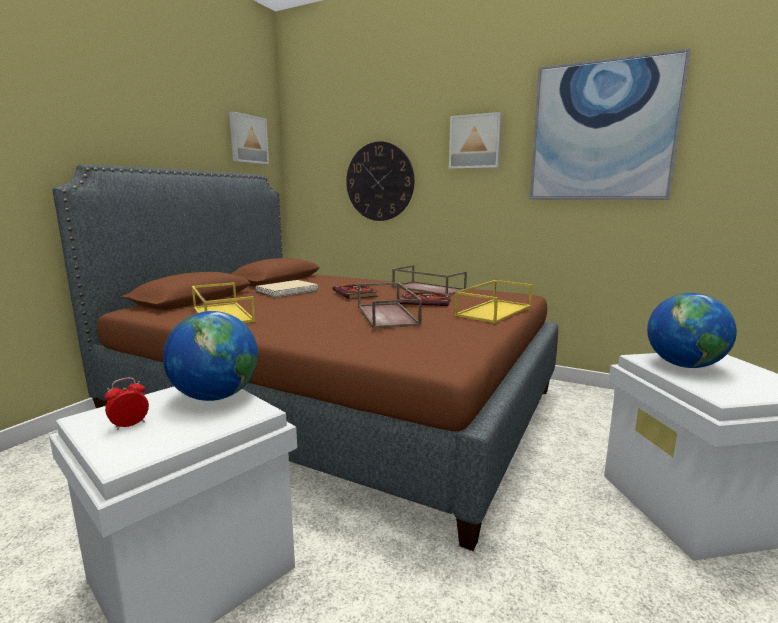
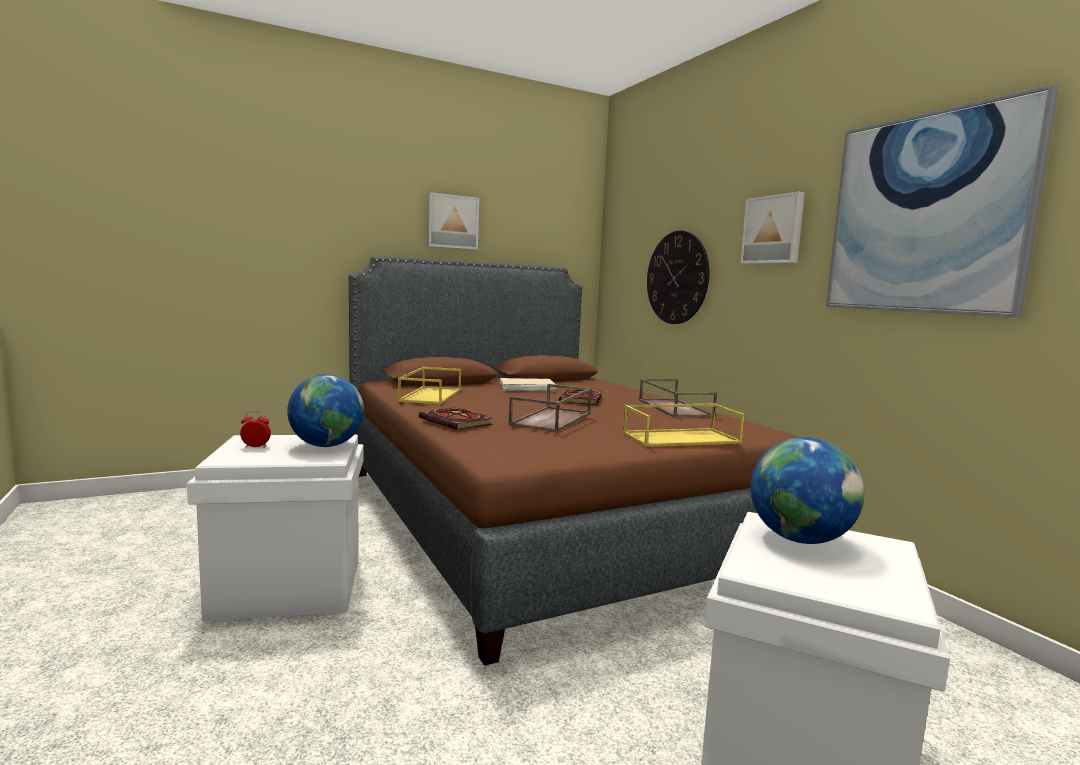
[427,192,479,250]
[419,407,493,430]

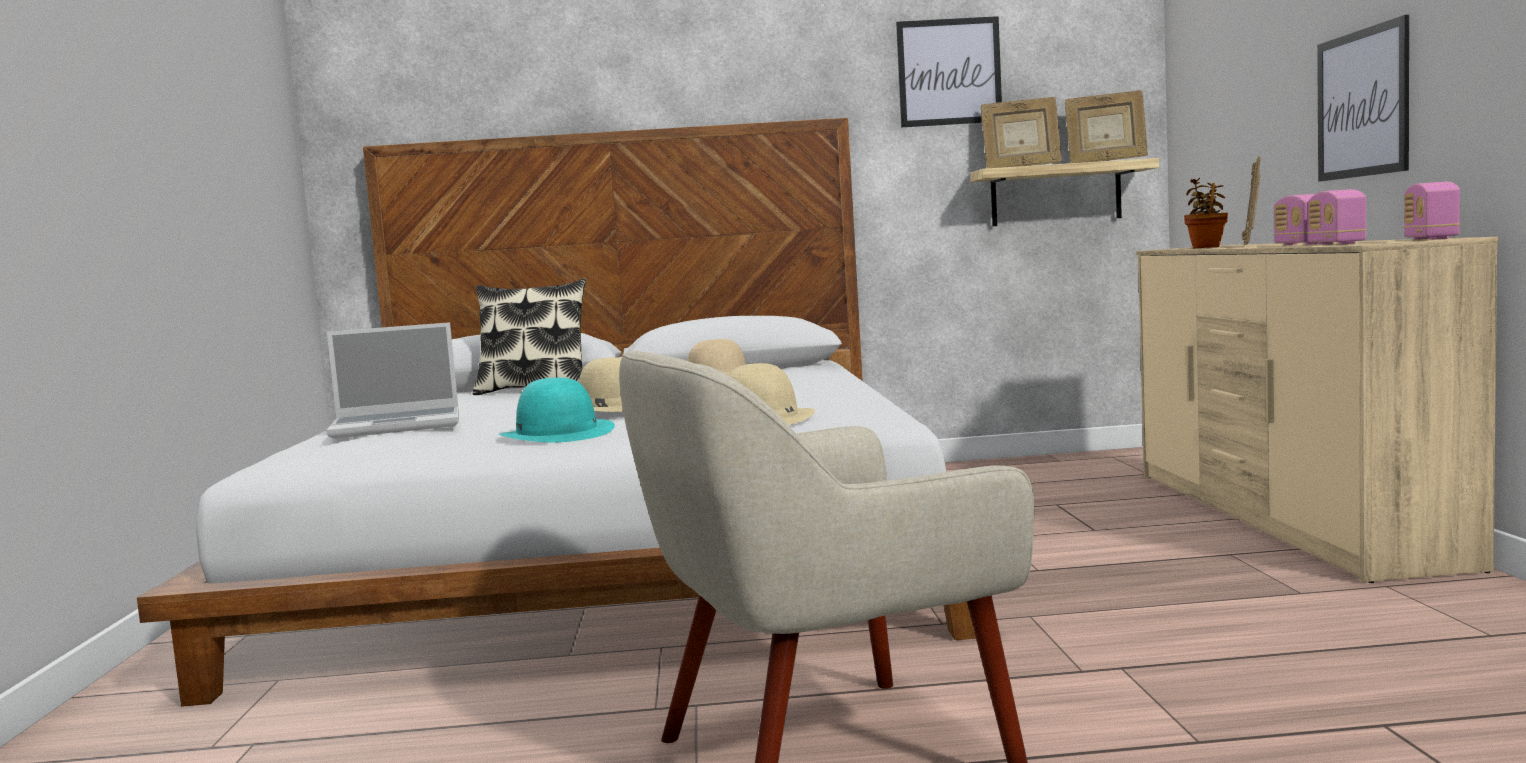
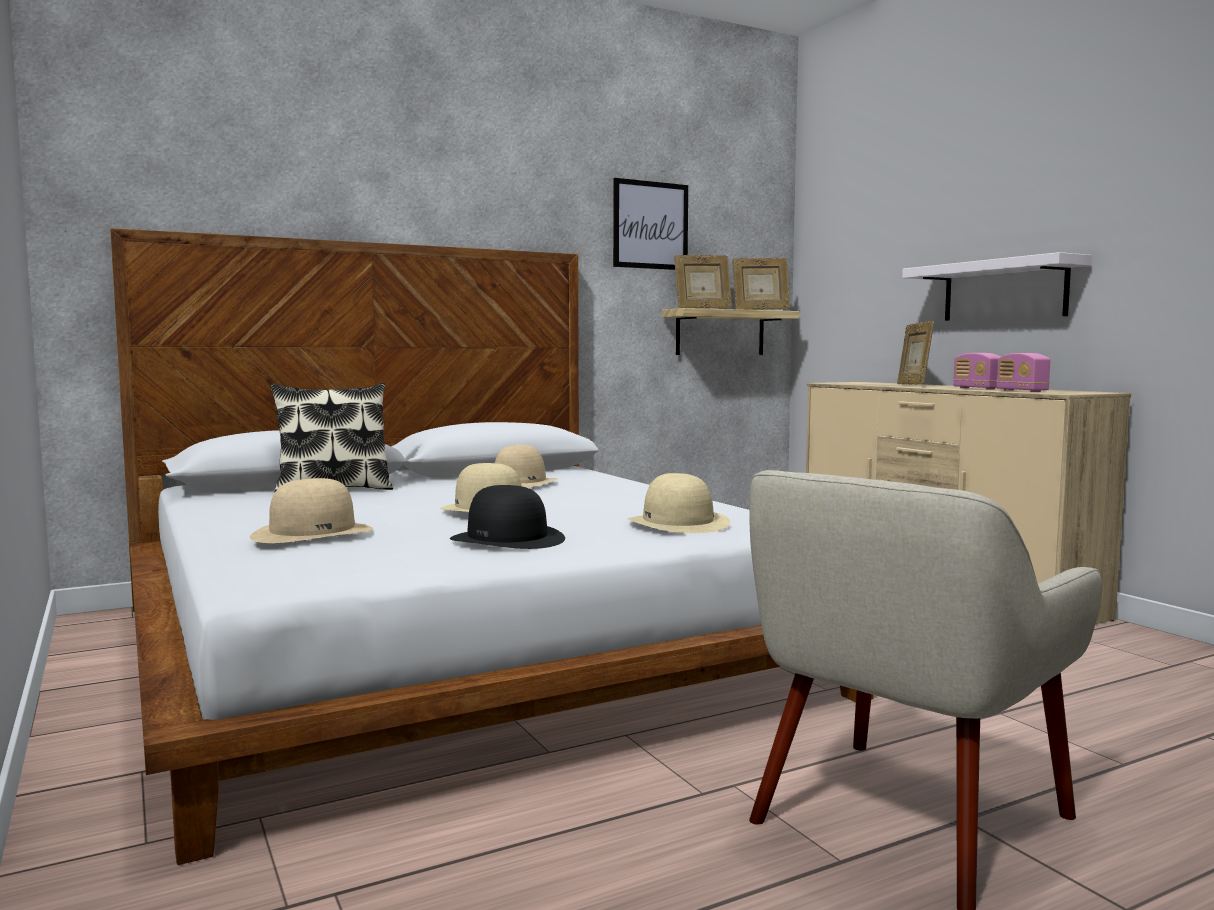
[250,478,373,543]
[450,485,565,549]
[1184,178,1228,248] (first image)
[902,252,1092,321]
[1403,182,1460,240] (first image)

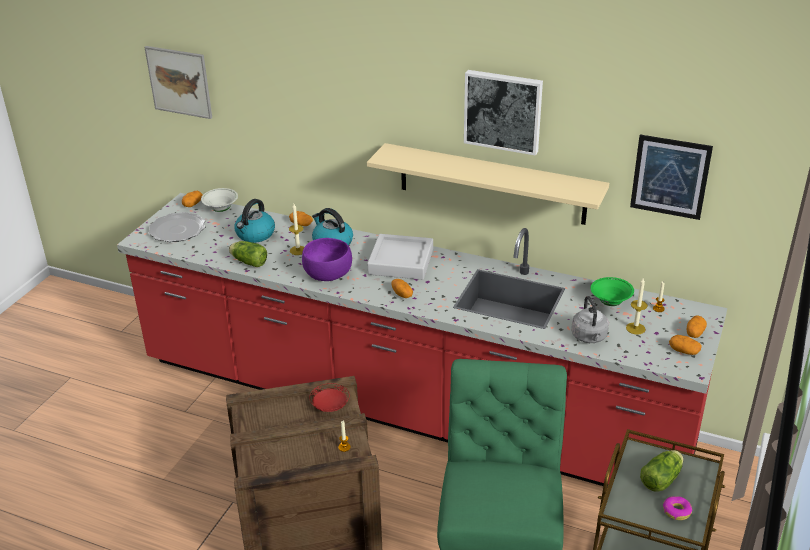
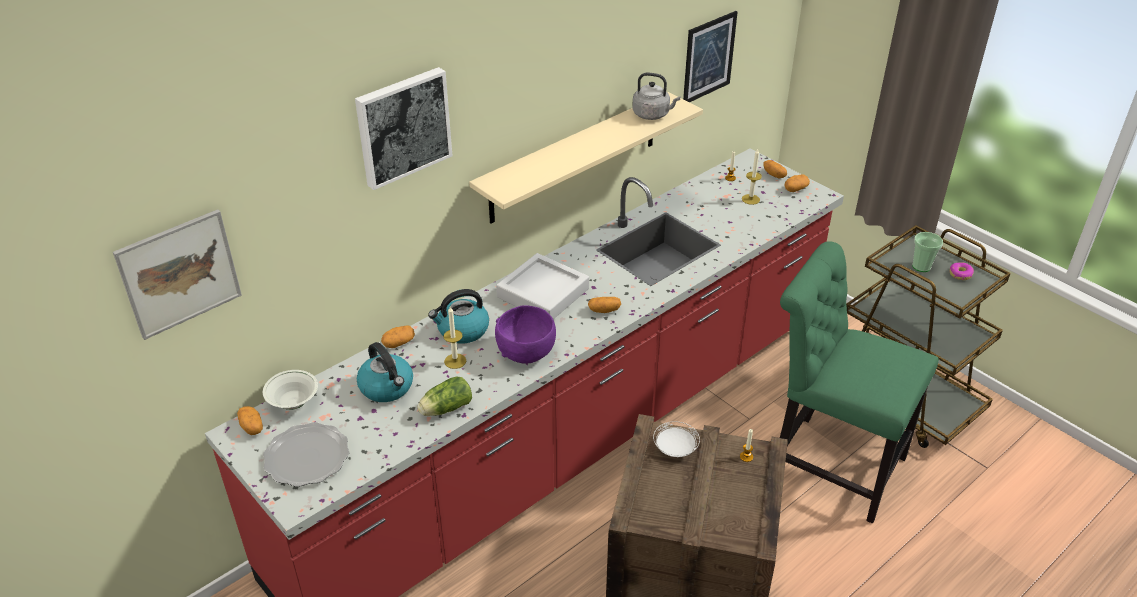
[653,421,700,457]
[355,67,452,190]
[632,73,680,120]
[590,277,634,306] (first image)
[912,232,943,272]

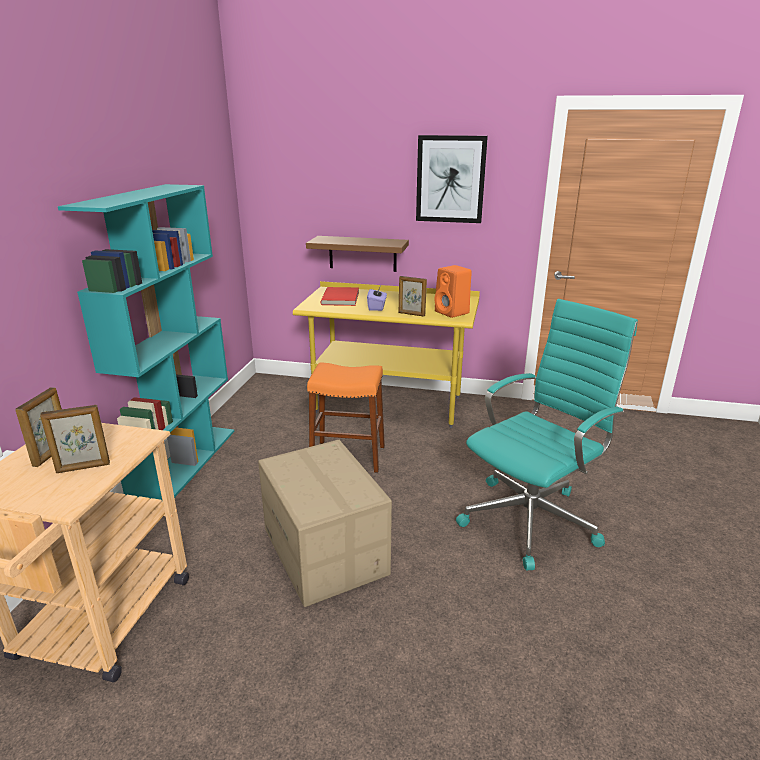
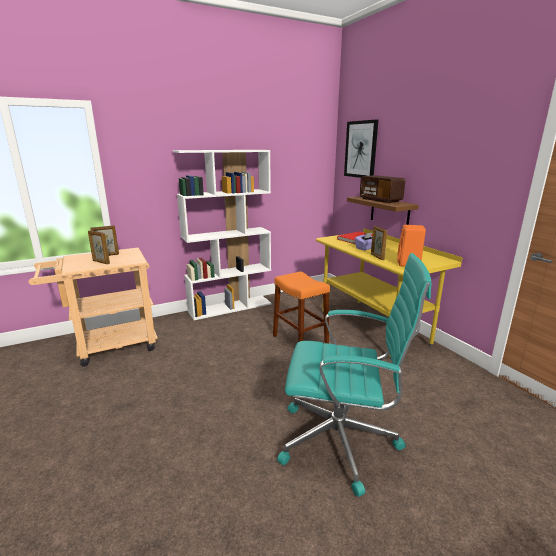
[173,150,271,320]
[258,440,392,607] (first image)
[344,119,378,178]
[360,175,405,203]

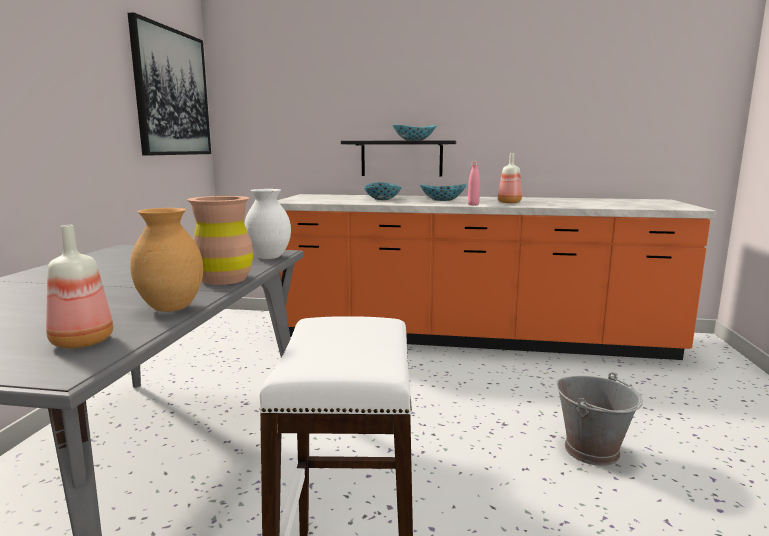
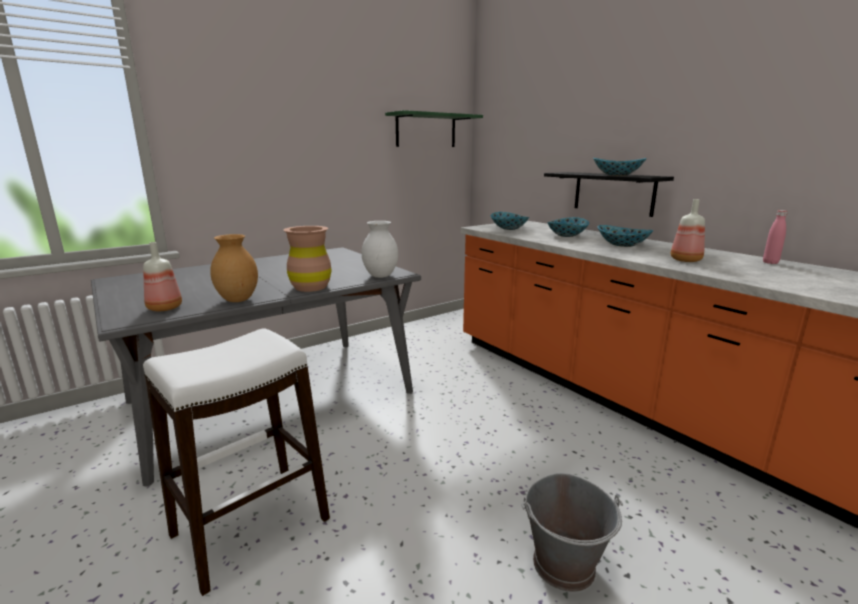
[385,110,483,147]
[763,210,788,264]
[491,212,529,230]

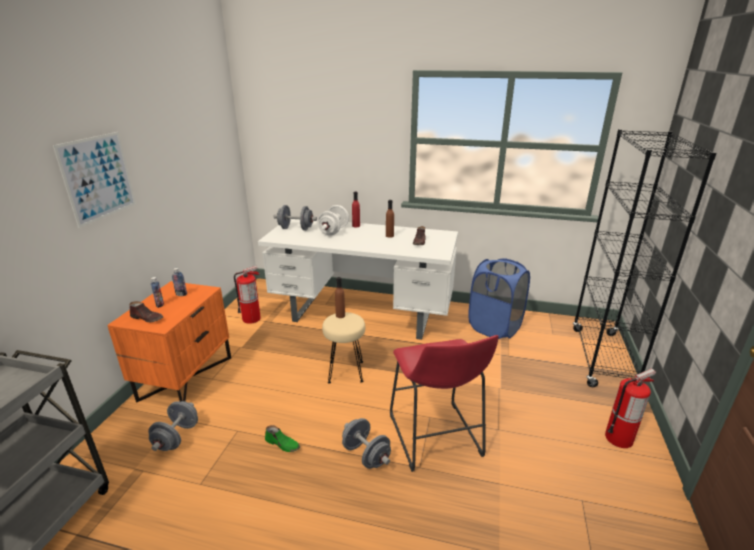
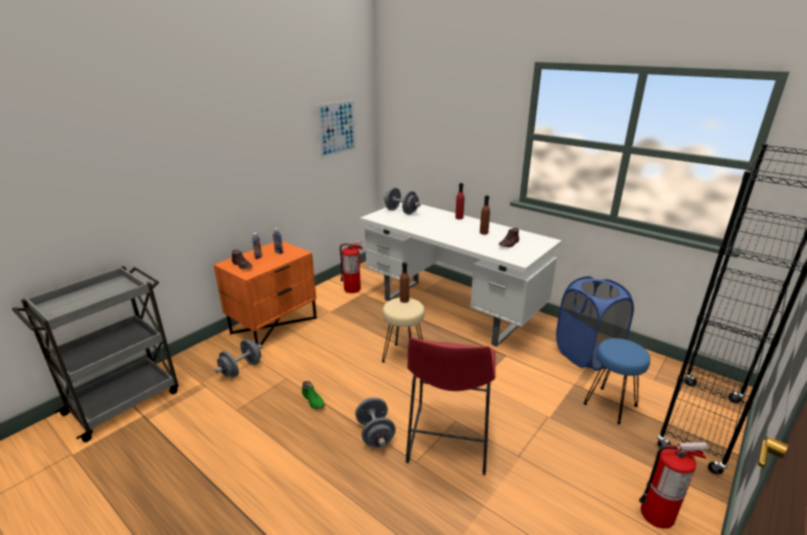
[316,99,357,159]
[317,205,349,236] (first image)
[583,338,650,424]

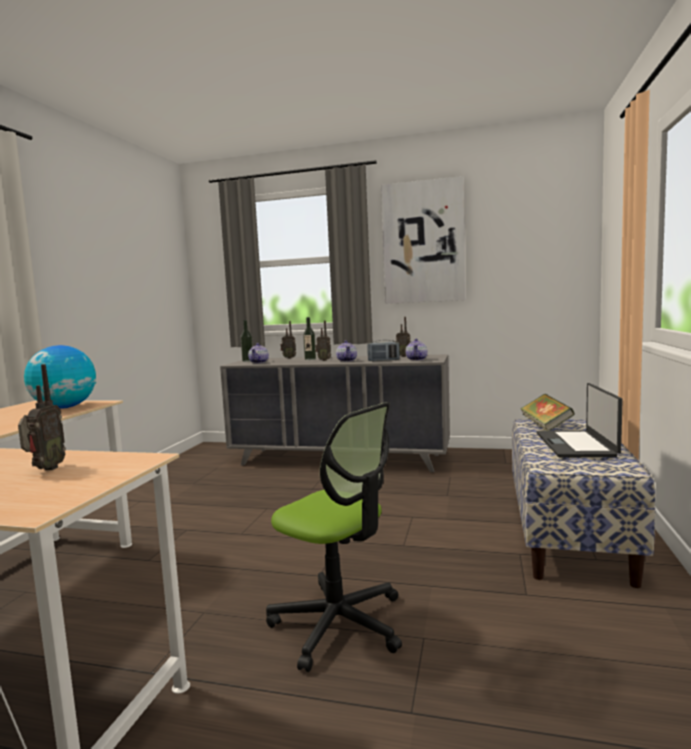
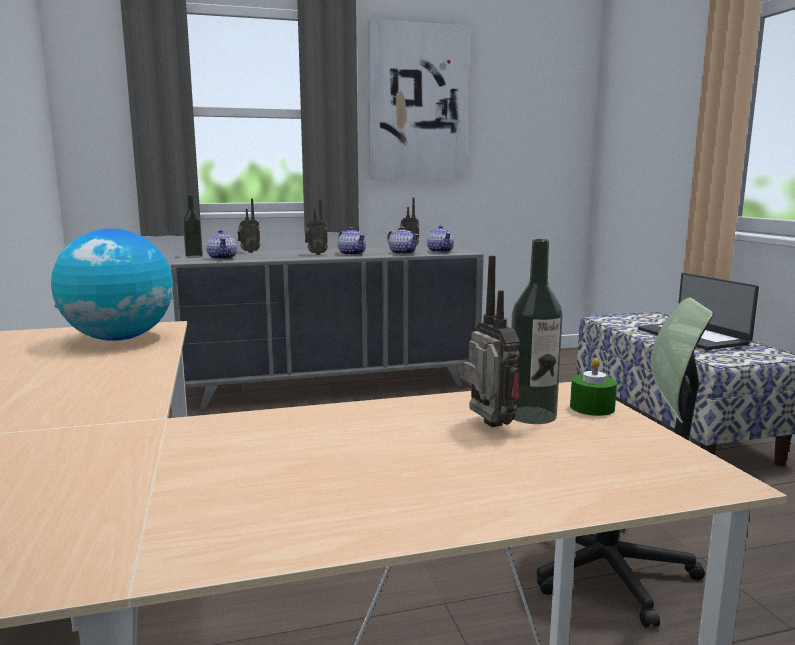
[511,239,563,424]
[387,226,419,255]
[520,394,574,431] (first image)
[570,358,617,416]

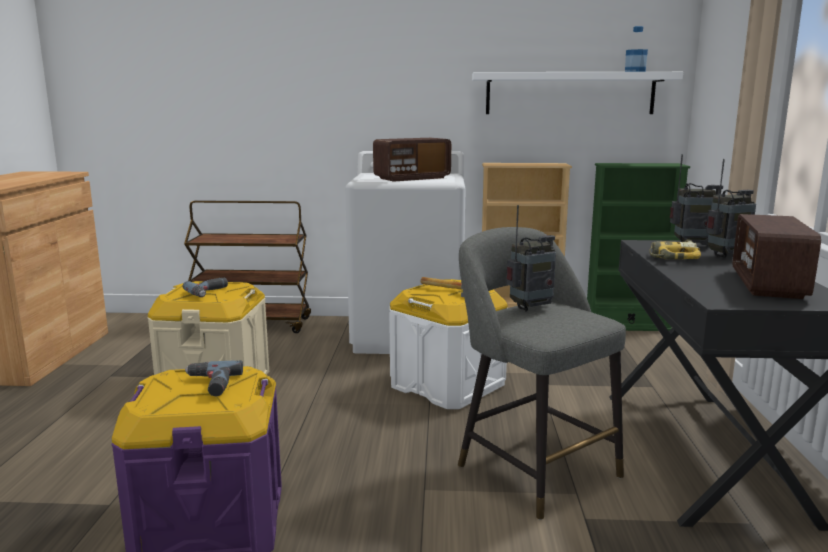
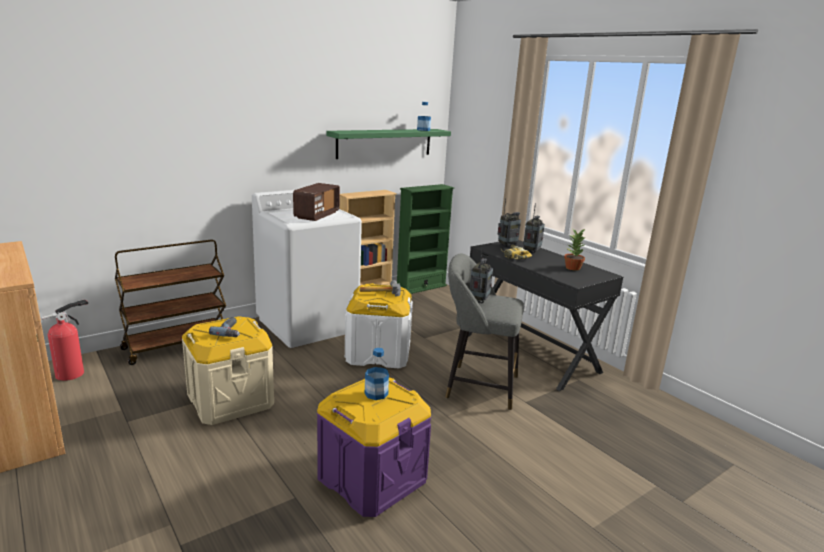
[365,348,389,400]
[327,129,451,159]
[564,229,585,271]
[41,299,88,381]

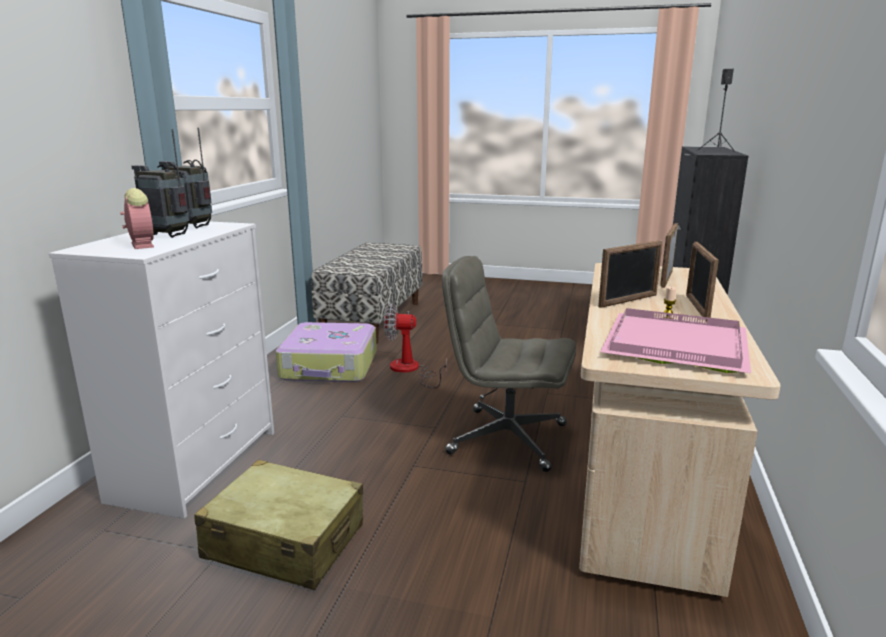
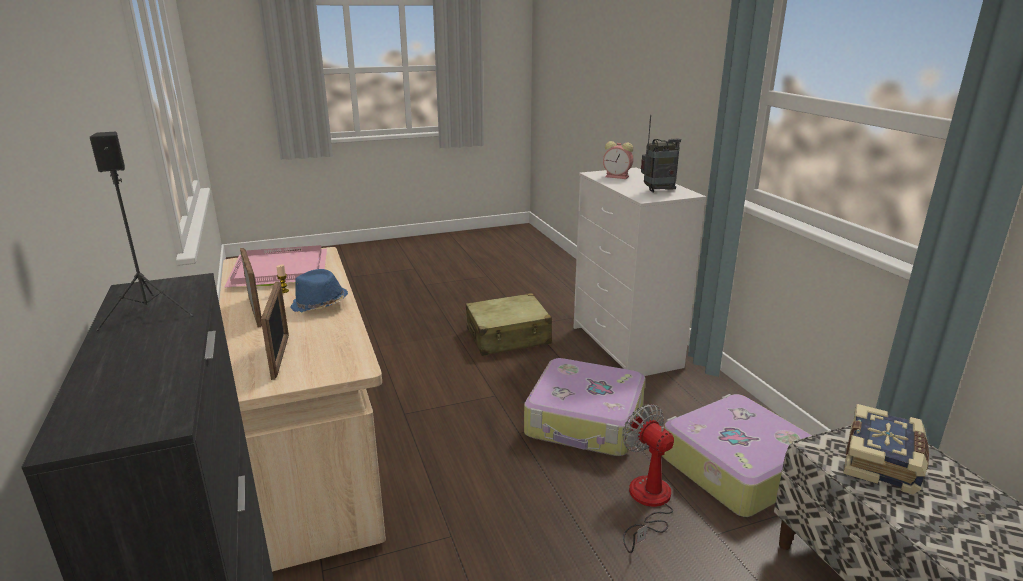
[131,129,189,238] (first image)
[622,404,674,553]
[442,256,576,472] (first image)
[291,269,348,313]
[524,358,645,456]
[843,404,929,495]

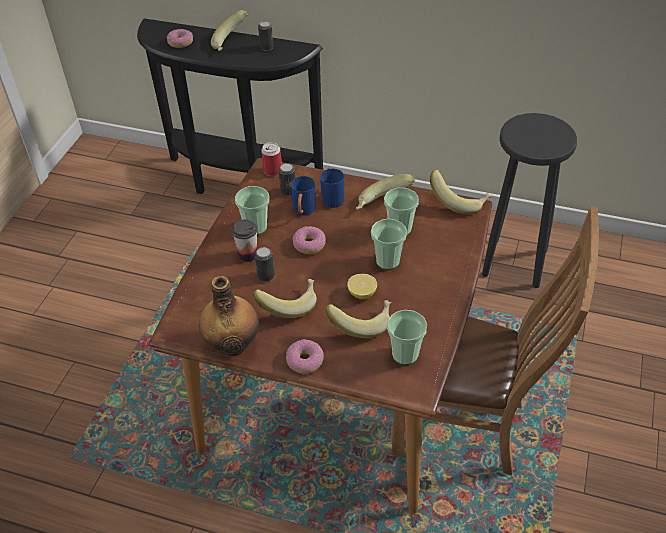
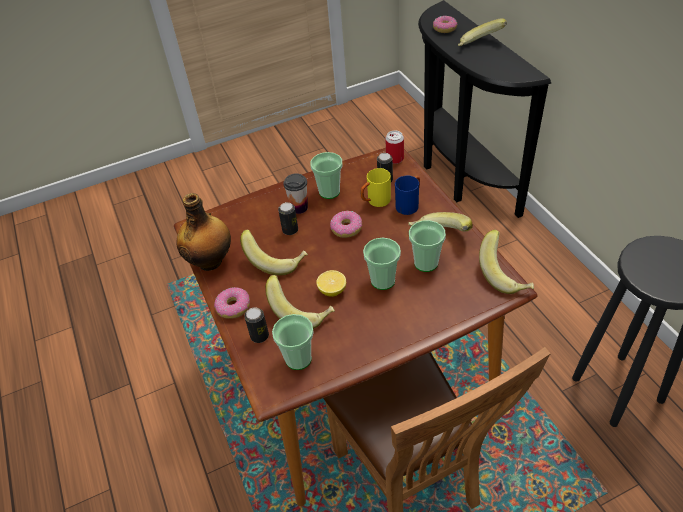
[244,307,269,343]
[361,168,391,207]

